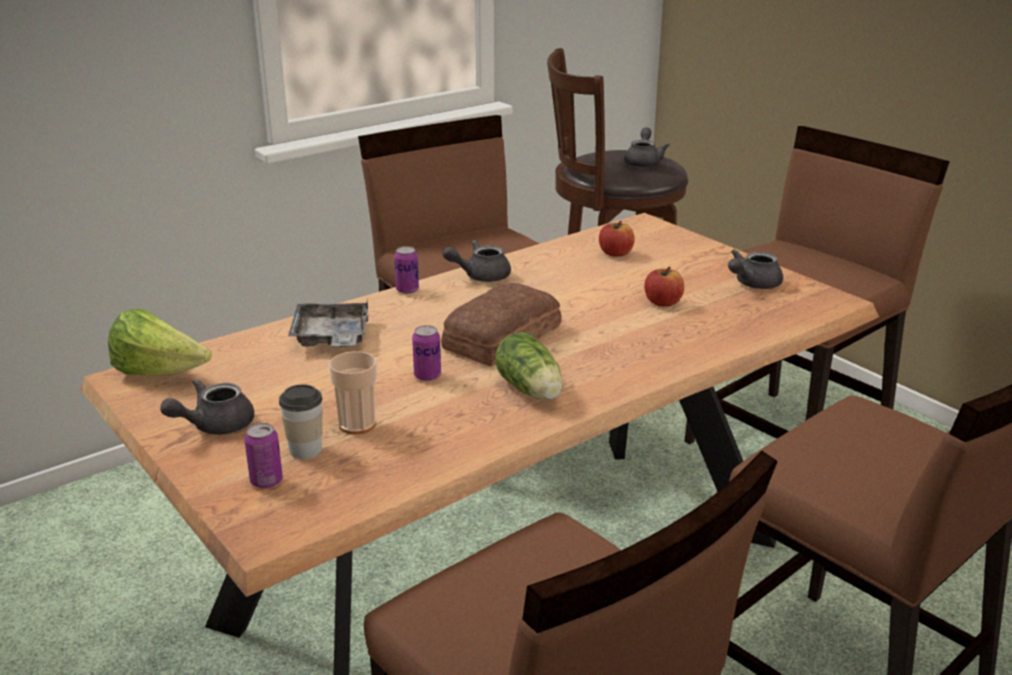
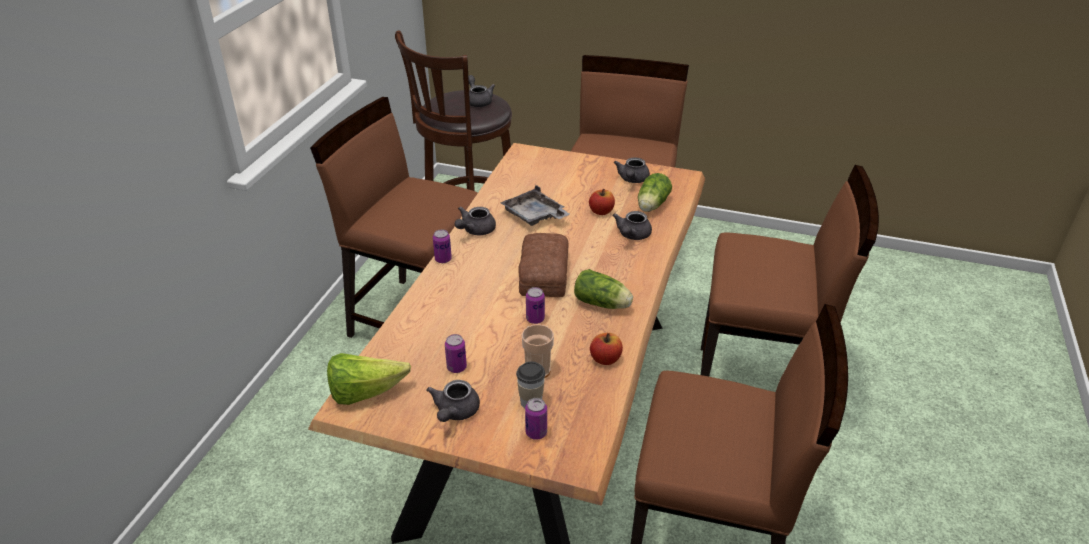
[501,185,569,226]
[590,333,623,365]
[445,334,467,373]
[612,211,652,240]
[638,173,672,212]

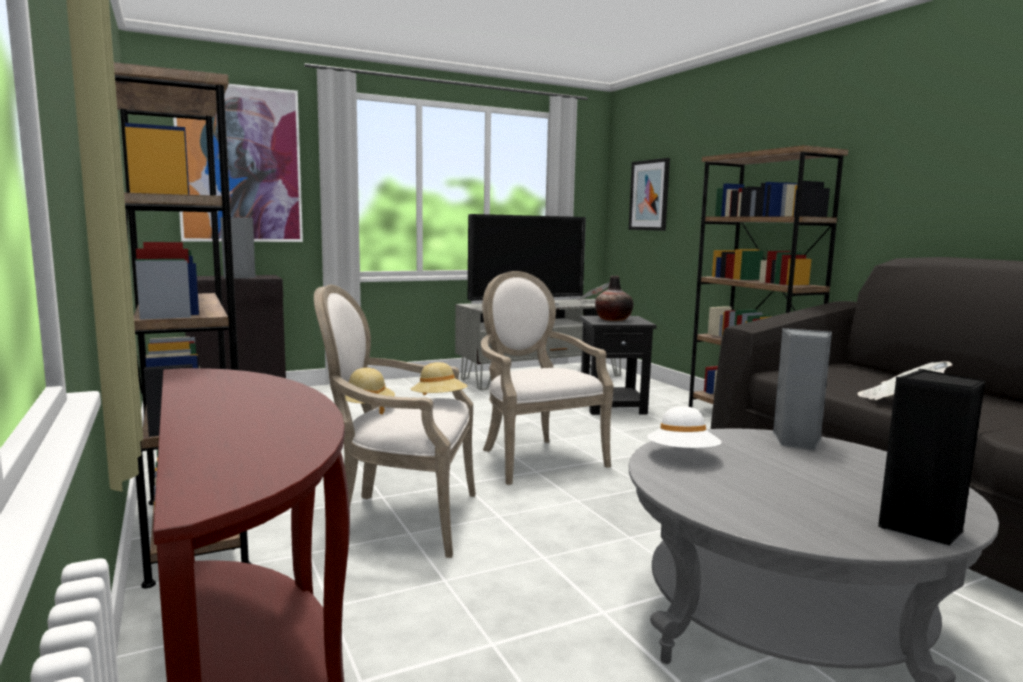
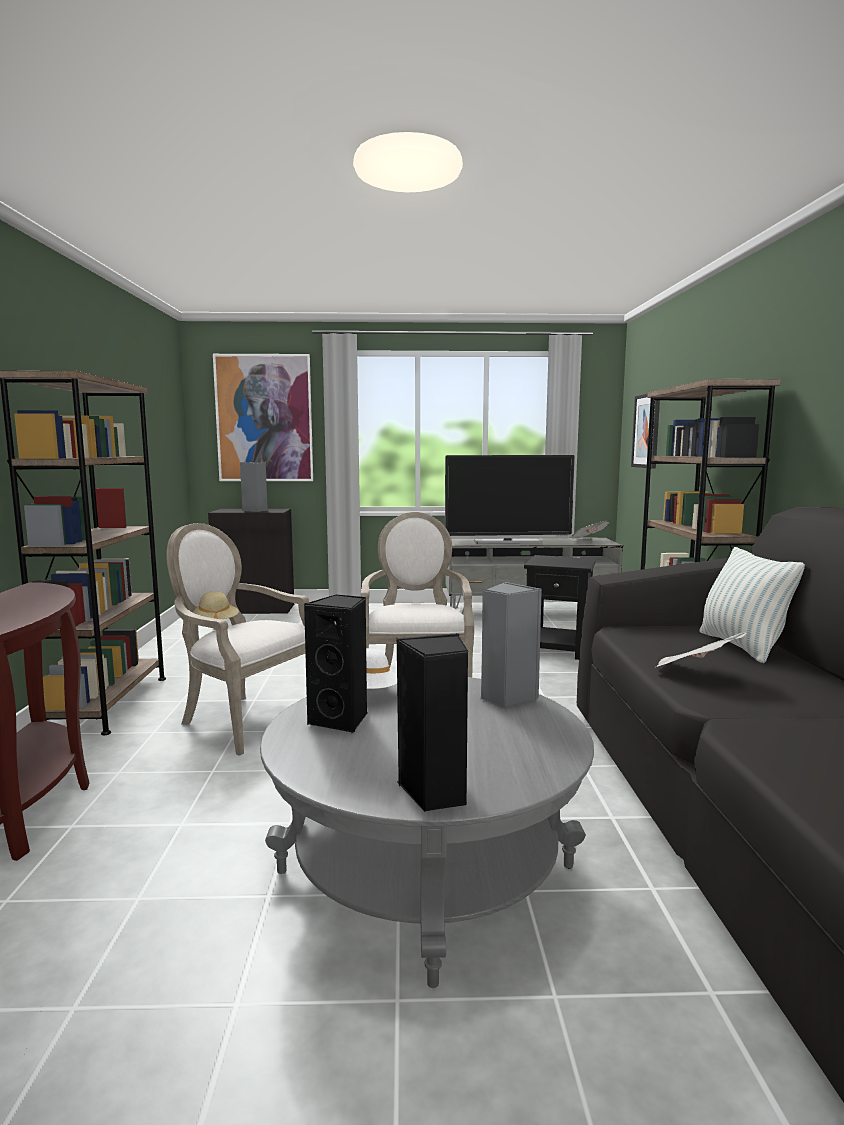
[411,362,467,395] (first image)
[595,276,633,321] (first image)
[304,594,367,733]
[699,547,805,663]

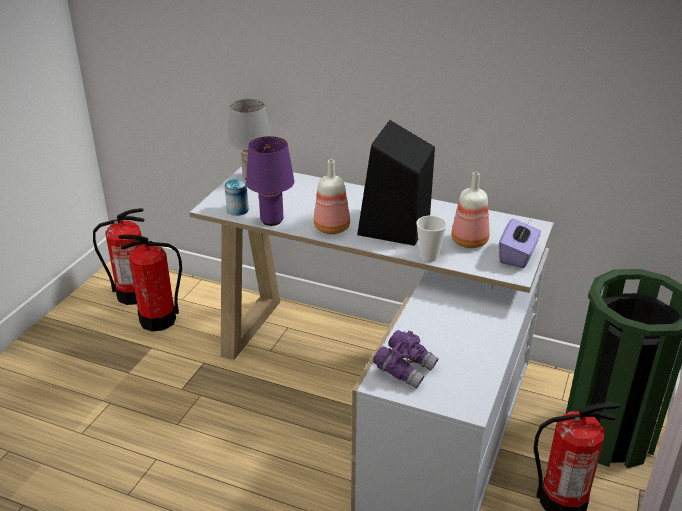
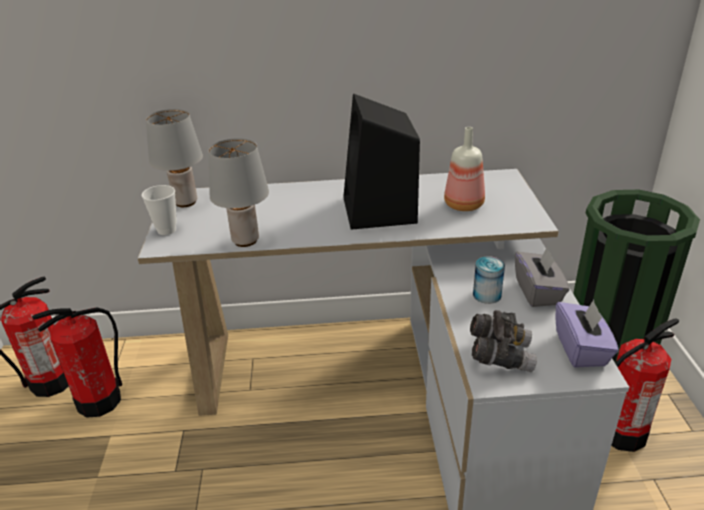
[473,256,505,304]
[208,138,269,247]
[314,160,350,234] (first image)
[470,310,537,372]
[141,185,177,235]
[556,300,619,368]
[515,247,570,307]

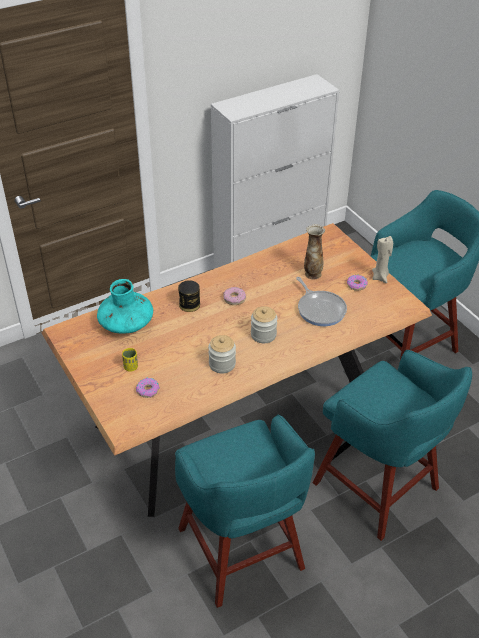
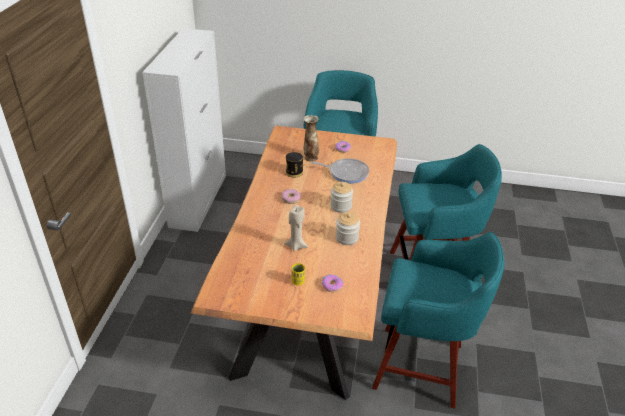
[97,279,153,334] (first image)
[286,152,303,178]
[284,205,308,252]

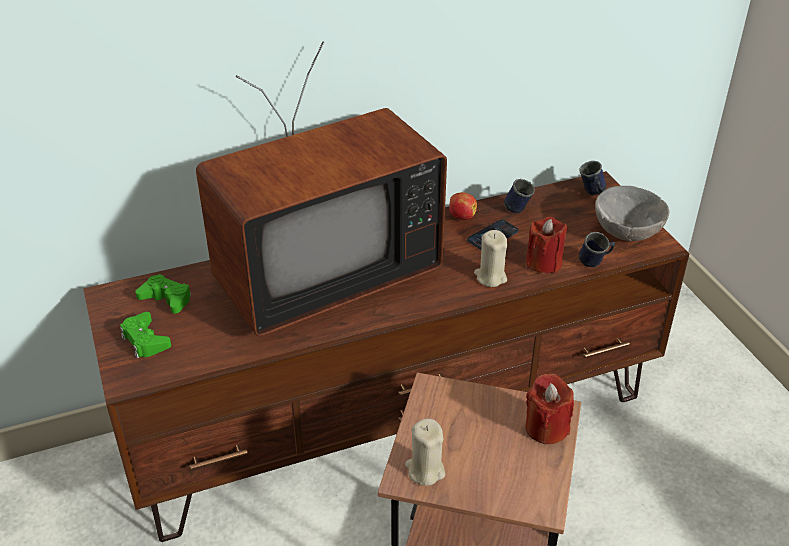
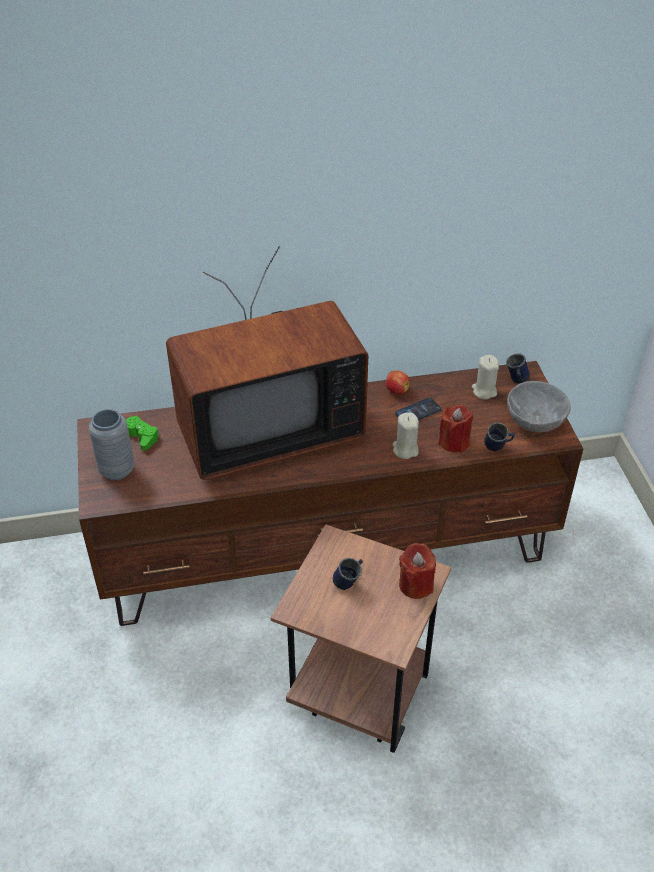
[89,409,134,480]
[472,355,499,399]
[333,558,363,590]

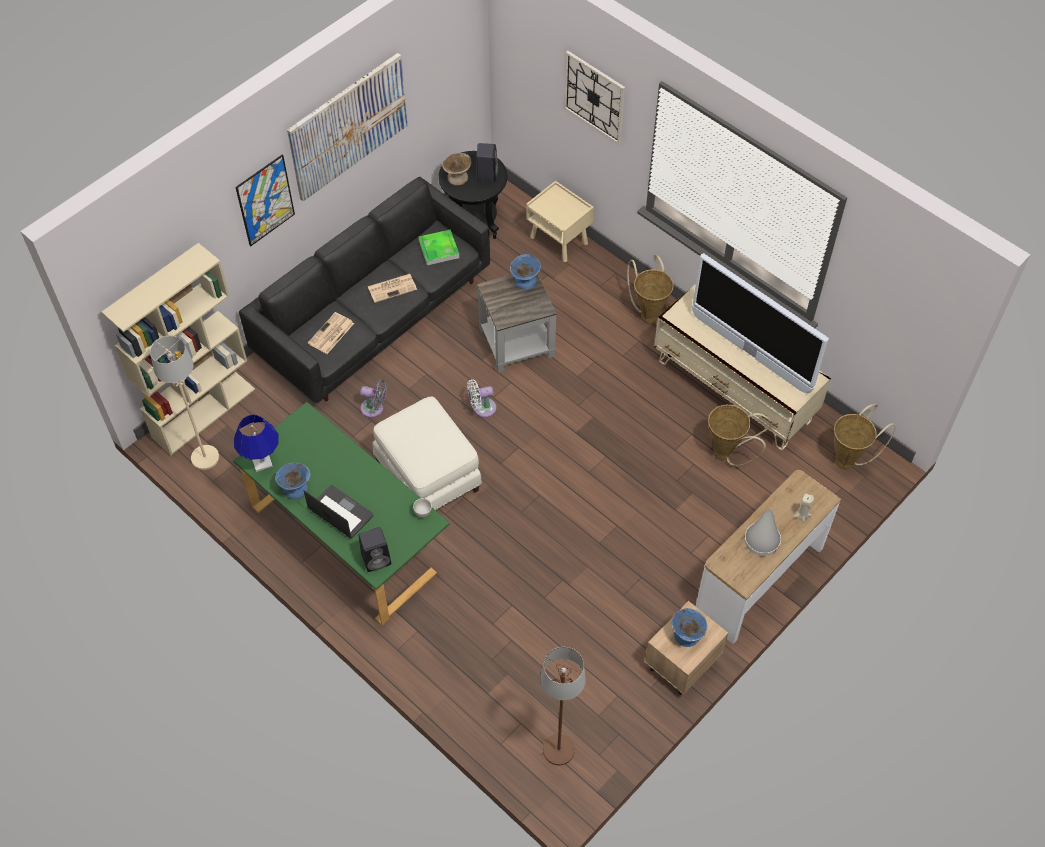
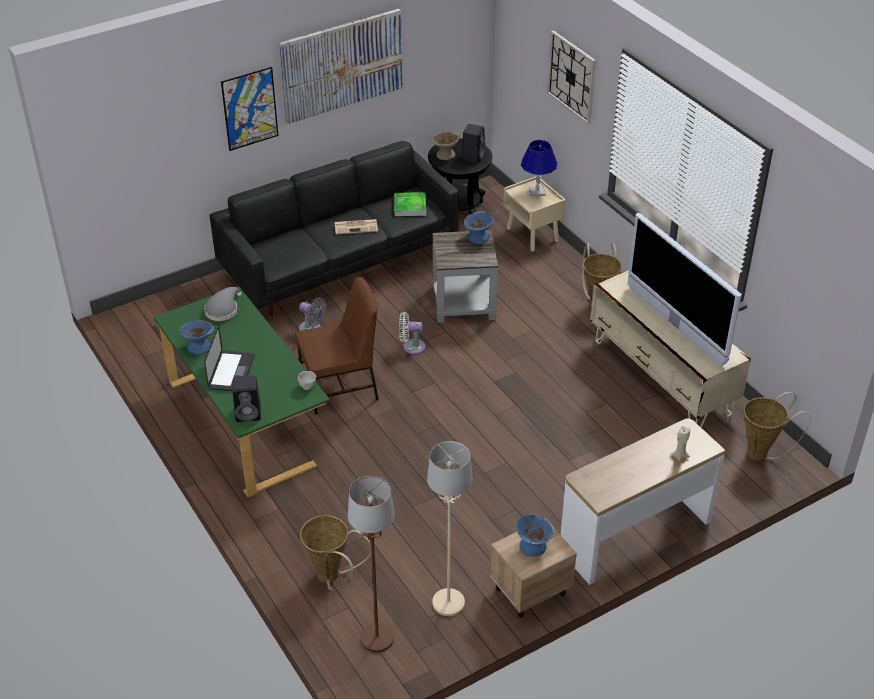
[102,243,255,455] (first image)
[427,441,473,616]
[521,140,557,197]
[204,326,255,391]
[308,312,354,354] (first image)
[295,277,379,415]
[300,515,371,590]
[204,287,242,321]

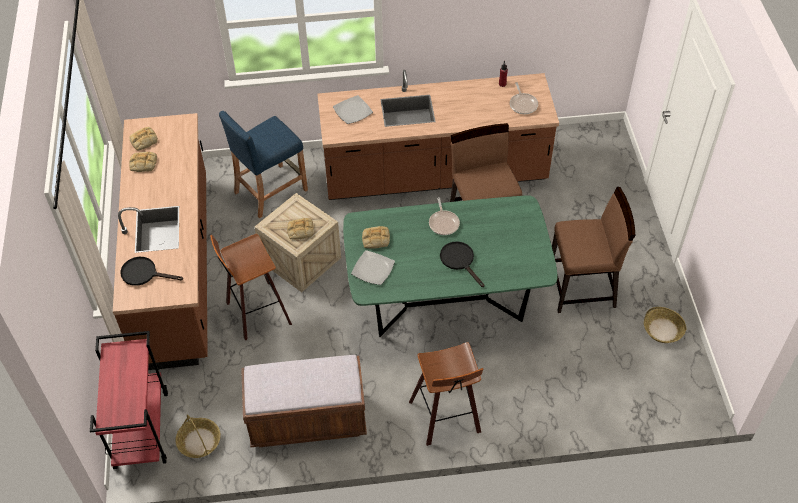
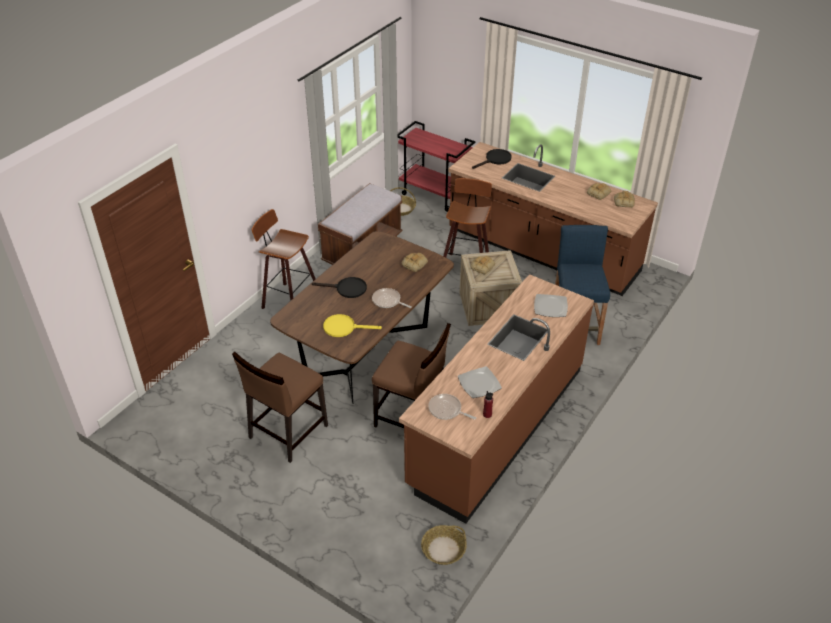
[270,231,454,404]
[458,366,502,398]
[421,525,467,565]
[323,314,382,337]

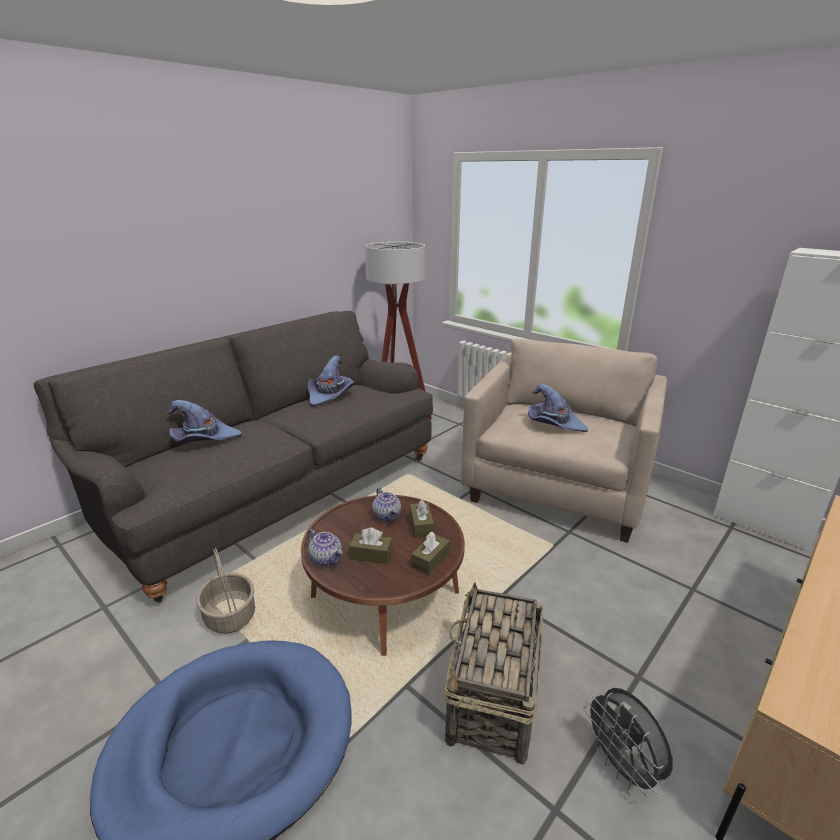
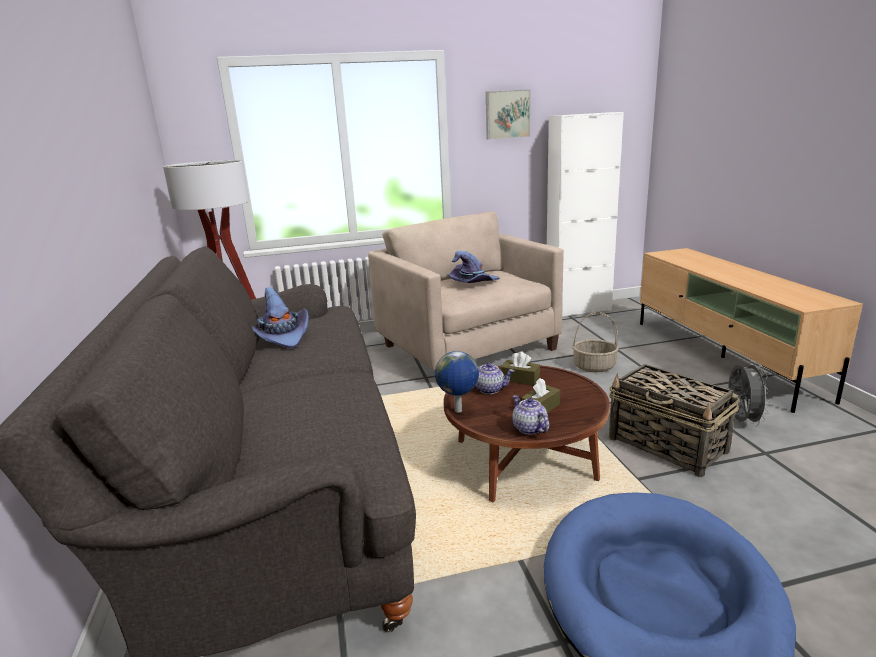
[167,400,242,442] (first image)
[572,312,619,372]
[512,395,549,435]
[411,532,450,575] (first image)
[726,361,771,426]
[435,351,479,413]
[486,89,531,140]

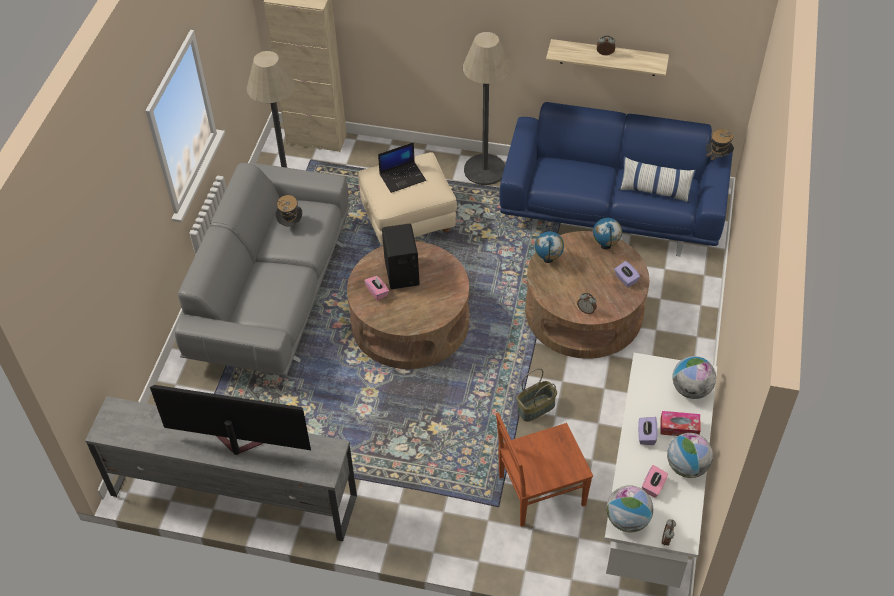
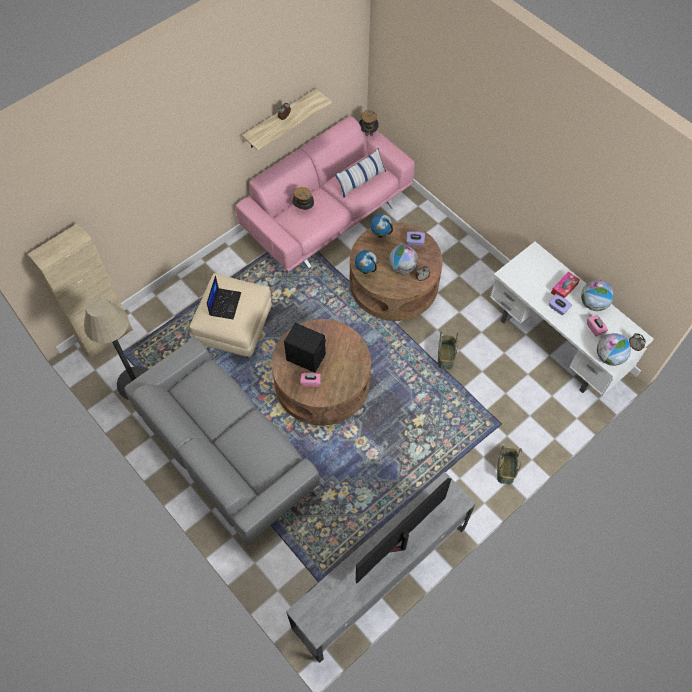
[292,187,314,210]
[463,32,510,185] (first image)
[496,413,593,527] (first image)
[236,116,415,272]
[389,245,418,274]
[497,446,522,484]

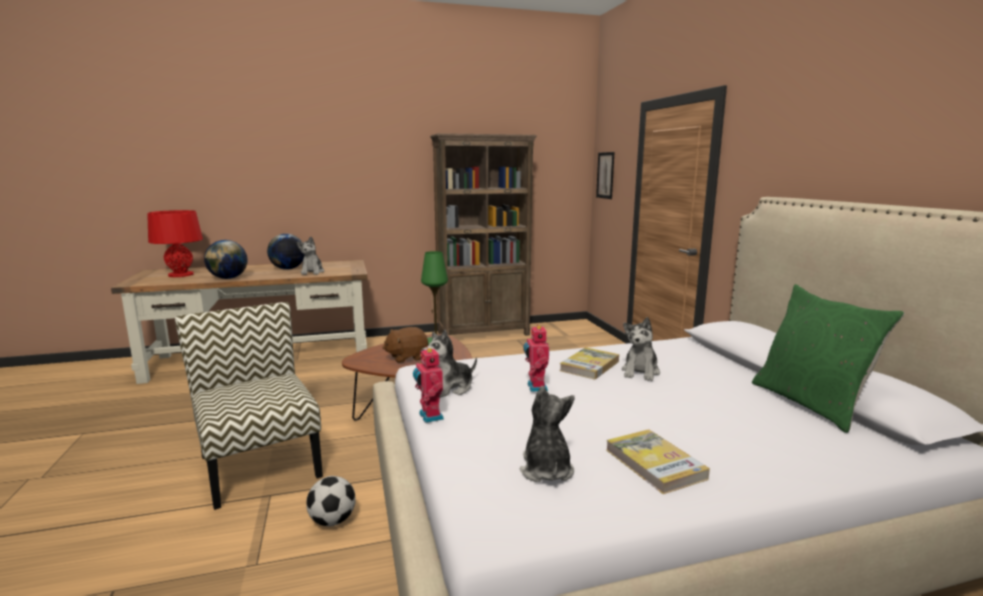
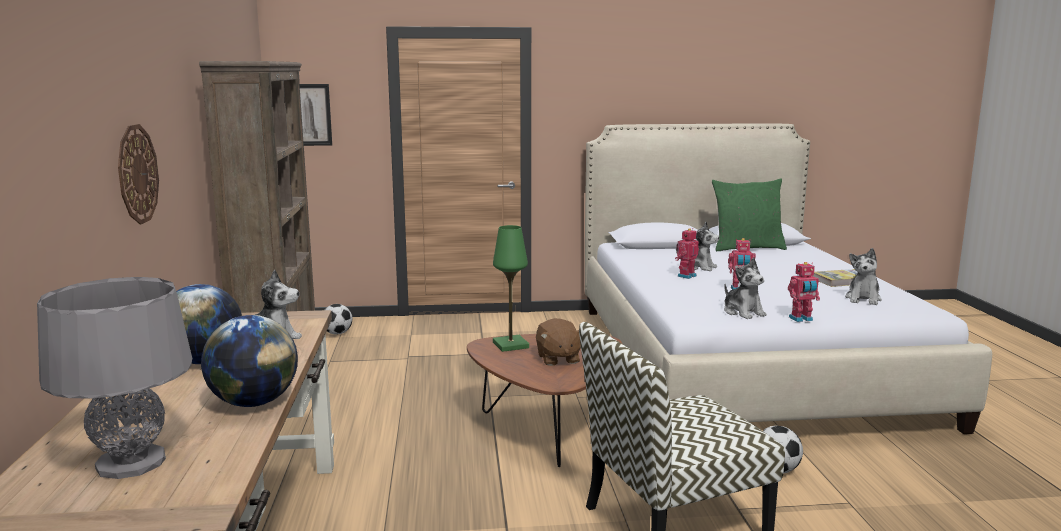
[37,277,192,479]
[845,248,882,305]
[675,228,699,279]
[118,124,159,225]
[325,304,352,335]

